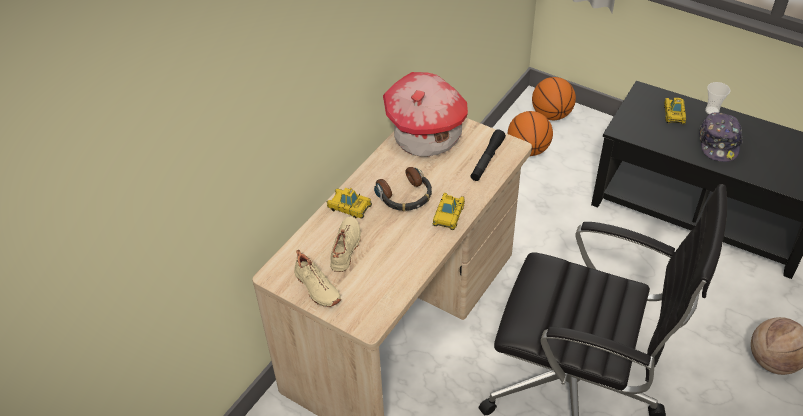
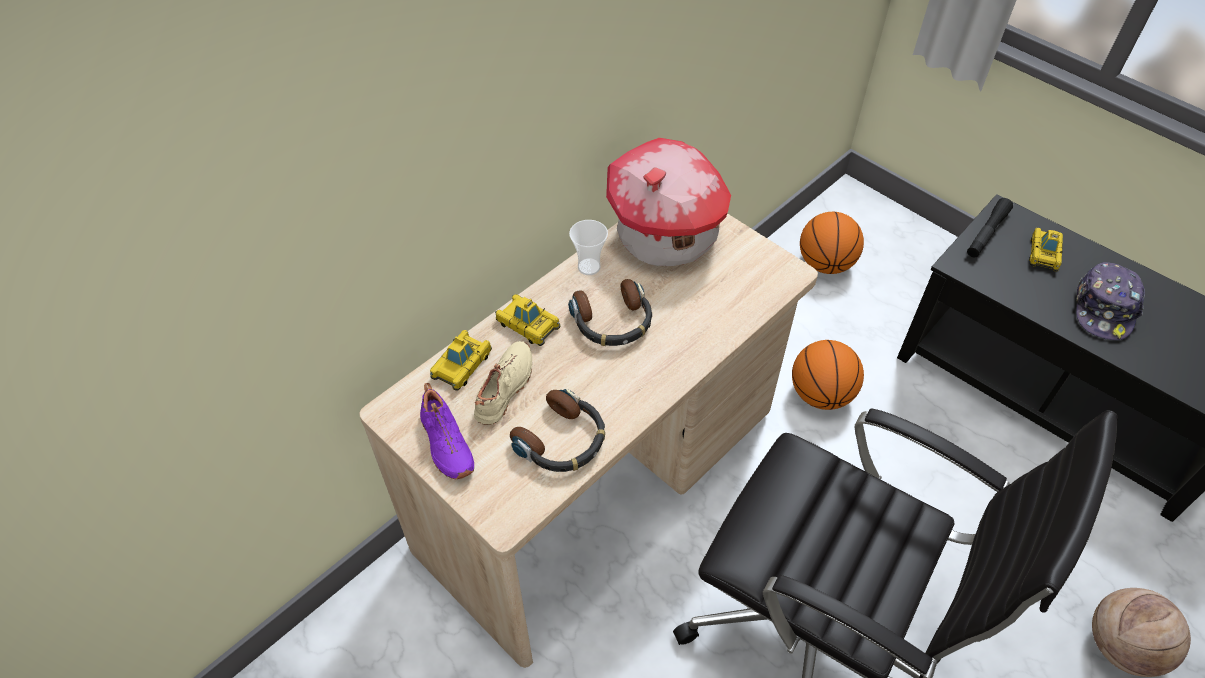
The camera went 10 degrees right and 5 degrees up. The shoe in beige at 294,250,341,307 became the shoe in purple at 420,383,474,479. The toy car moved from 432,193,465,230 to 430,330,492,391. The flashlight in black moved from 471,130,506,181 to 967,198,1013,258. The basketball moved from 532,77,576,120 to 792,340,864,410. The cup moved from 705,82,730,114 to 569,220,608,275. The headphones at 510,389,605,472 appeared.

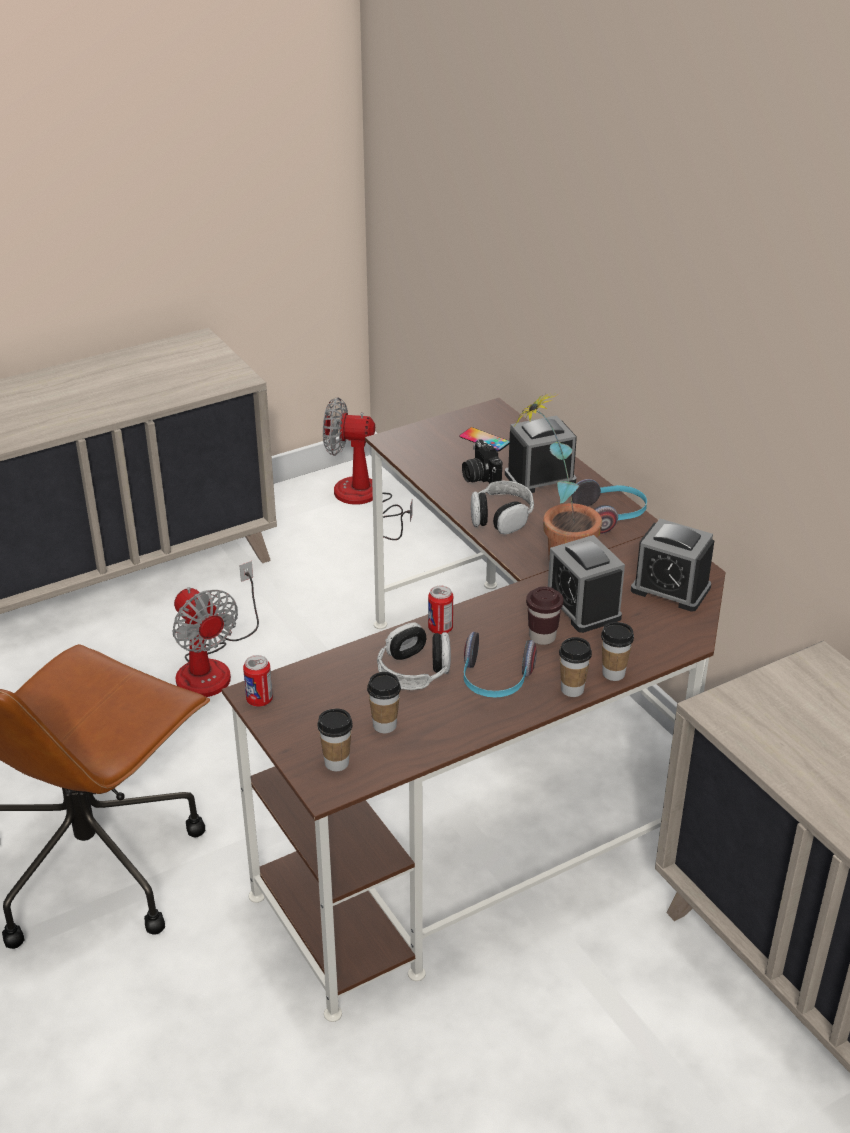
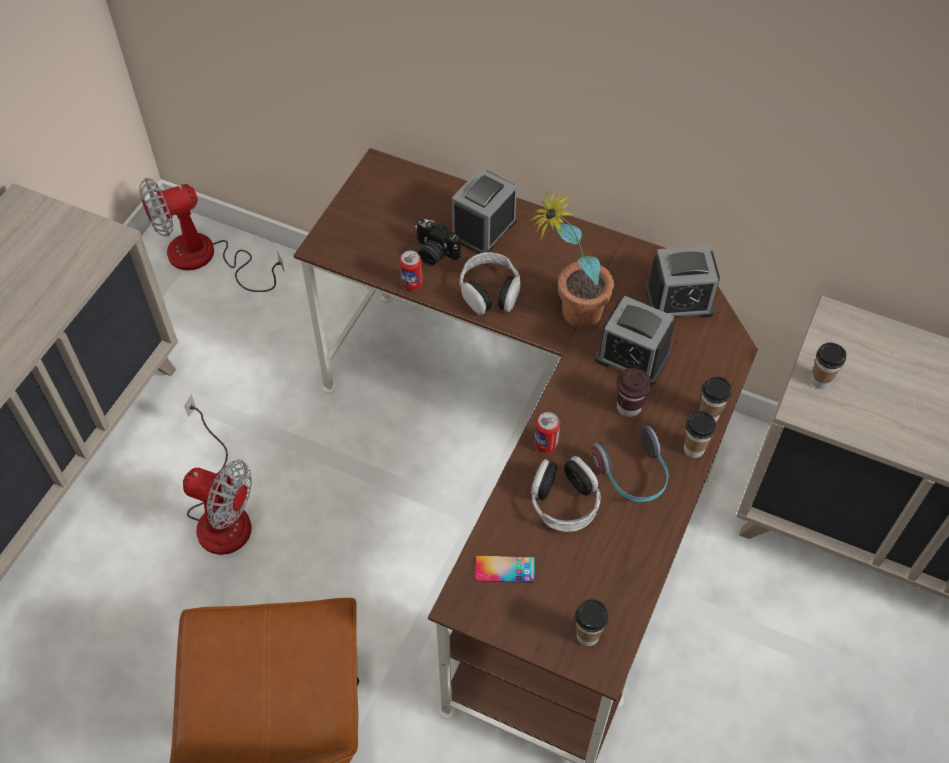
The camera went 35 degrees left and 20 degrees up. The can moved from 243,655,273,707 to 400,251,423,290. The cup moved from 367,672,401,733 to 811,343,846,389. The phone moved from 460,427,509,452 to 475,555,535,583. The headphones at 572,479,647,534 disappeared.

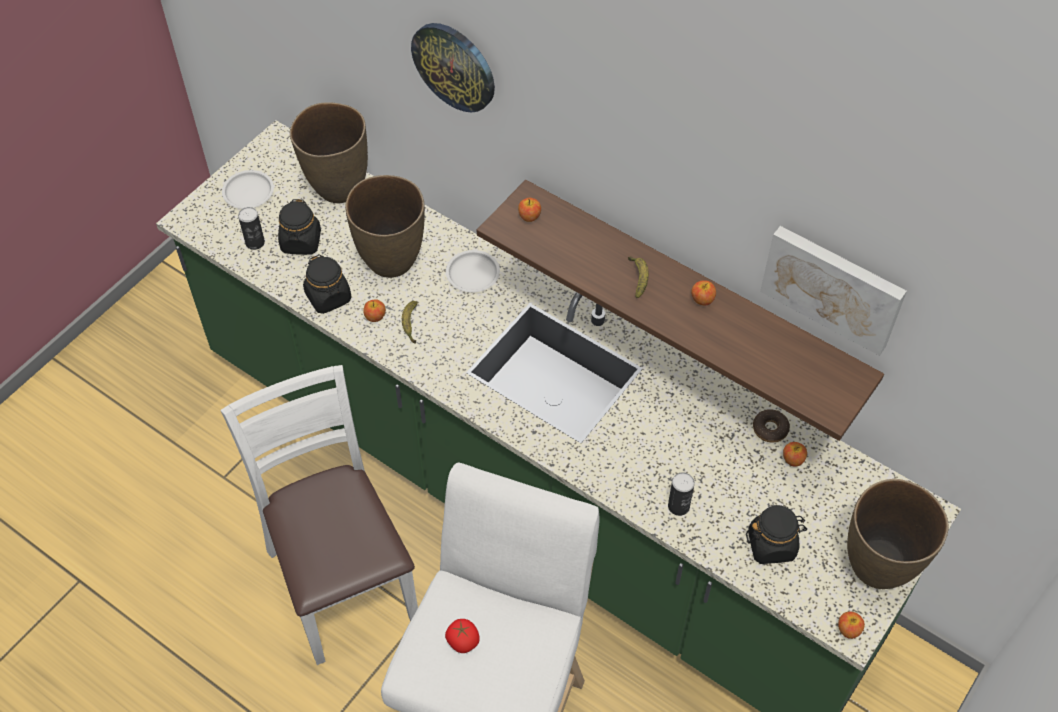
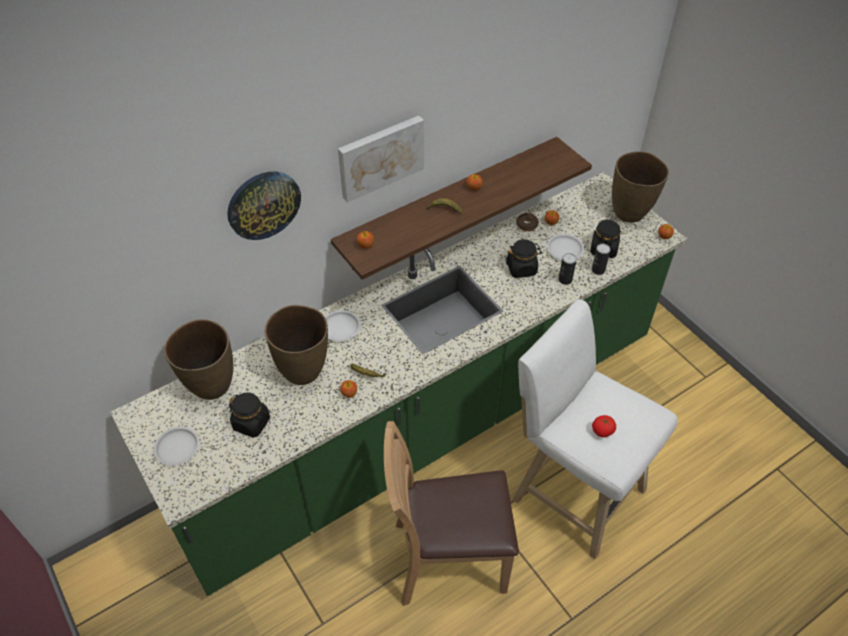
The camera went 70 degrees left and 5 degrees down. The chair in white at 220,365,418,665 became the chair in brown at 384,421,519,606. The can moved from 238,207,265,250 to 592,243,611,275. The jar in black moved from 303,255,351,314 to 505,239,542,278. The picture moved from 760,226,907,356 to 338,116,424,203. The plate in white at 547,234,584,260 appeared.

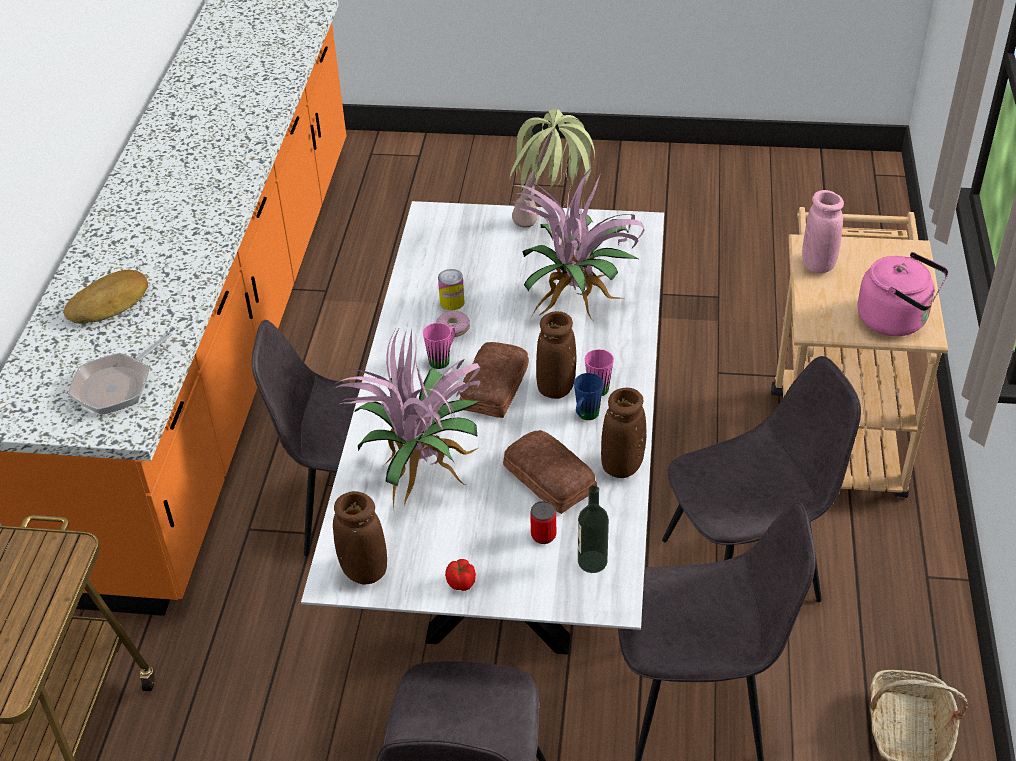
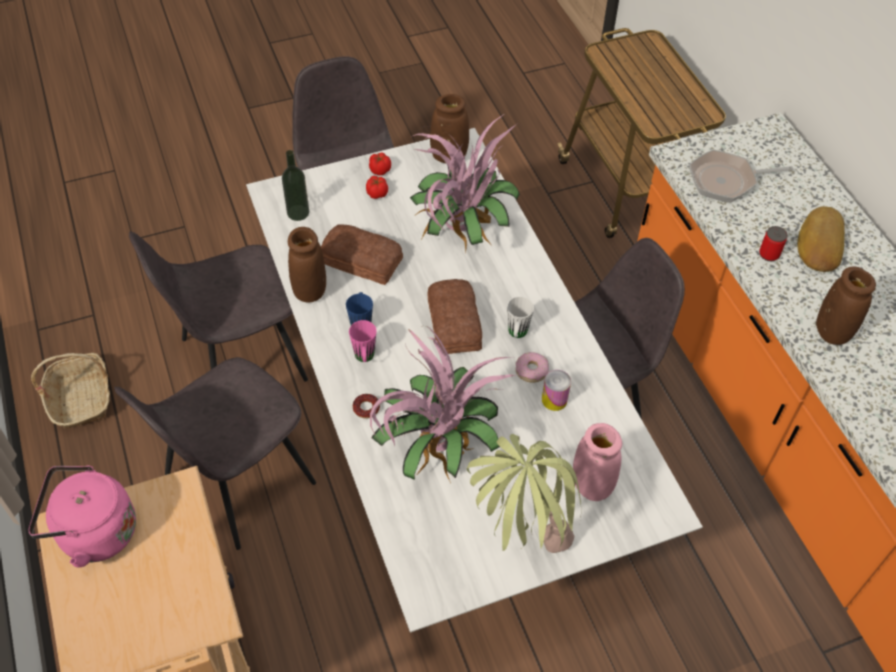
The camera went 150 degrees right and 10 degrees up. The frying pan at 68,332,172,415 turned 105 degrees counterclockwise. The mug in pink at 423,323,455,369 became the mug in white at 507,296,534,338. The can moved from 530,501,556,544 to 759,226,788,261. The vase in brown moved from 536,311,576,399 to 816,266,876,345. The vase in pink moved from 802,190,844,273 to 573,423,622,501. The donut at 353,394,380,419 appeared. The tomato at 366,176,388,199 appeared.

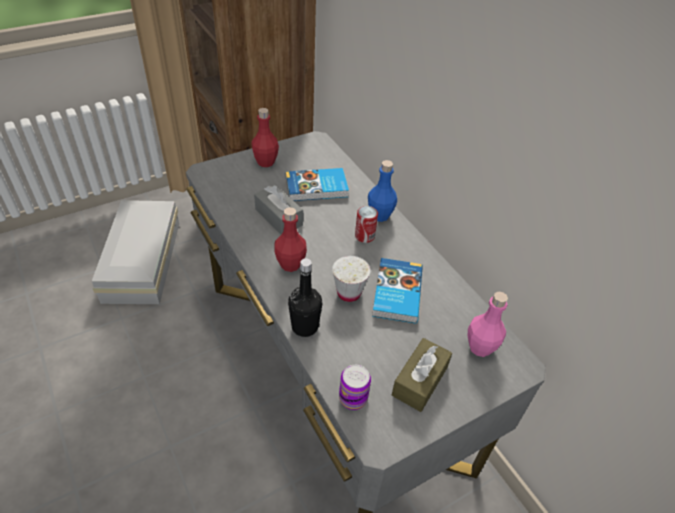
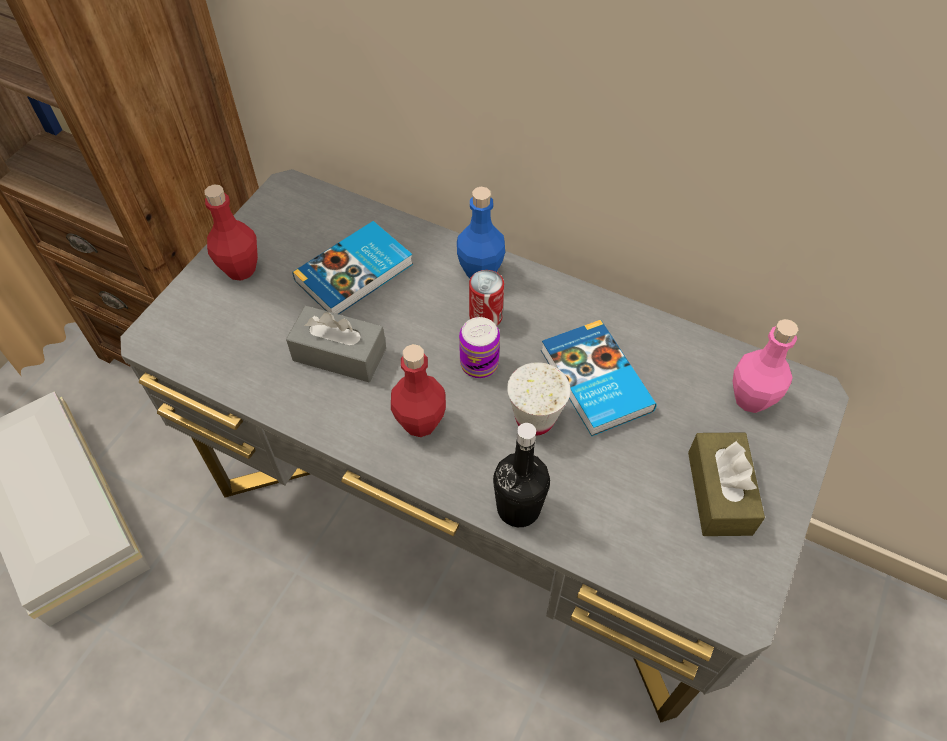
The camera went 30 degrees left and 10 degrees up. The can moved from 339,365,371,410 to 459,317,500,378.

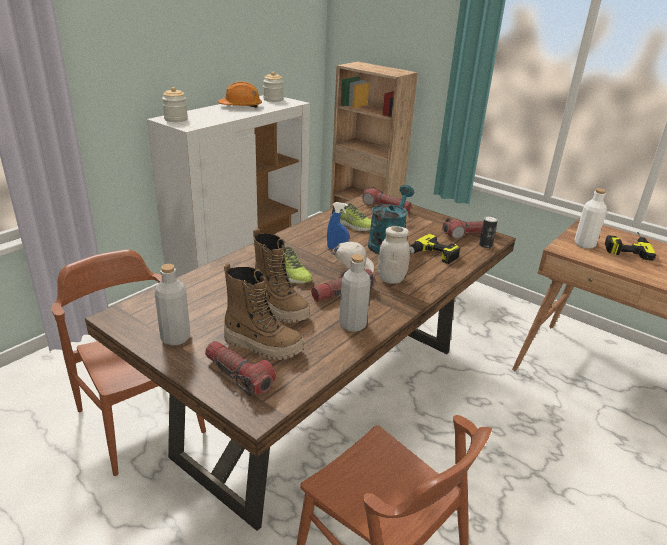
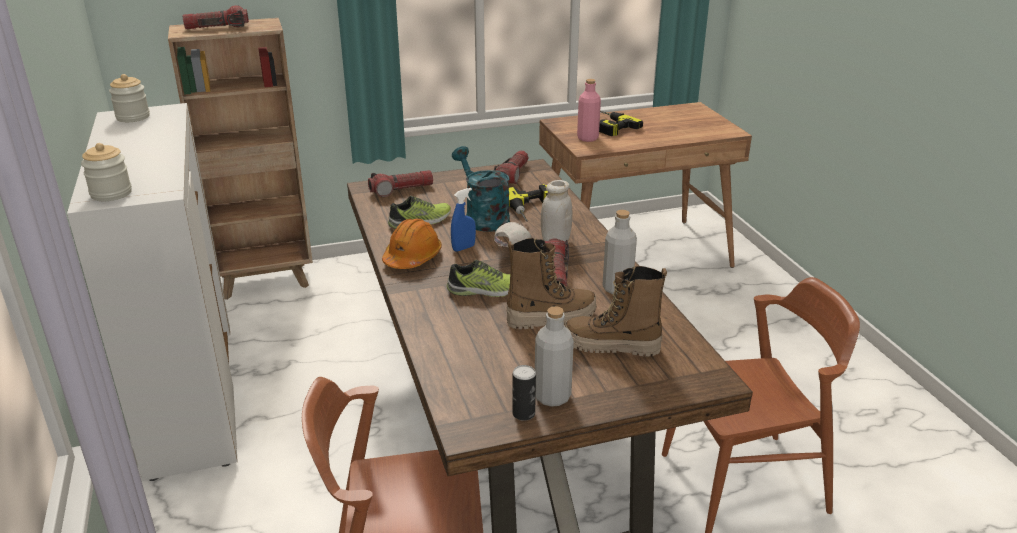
The camera went 55 degrees left and 0 degrees up. The flashlight moved from 205,341,276,397 to 182,5,249,29. The hard hat in orange moved from 218,81,262,108 to 382,218,442,269. The boot at 224,263,304,360 turned 135 degrees counterclockwise. The can moved from 479,216,498,248 to 513,365,536,421. The bottle in white at 575,188,607,249 became the bottle in pink at 577,79,601,142.

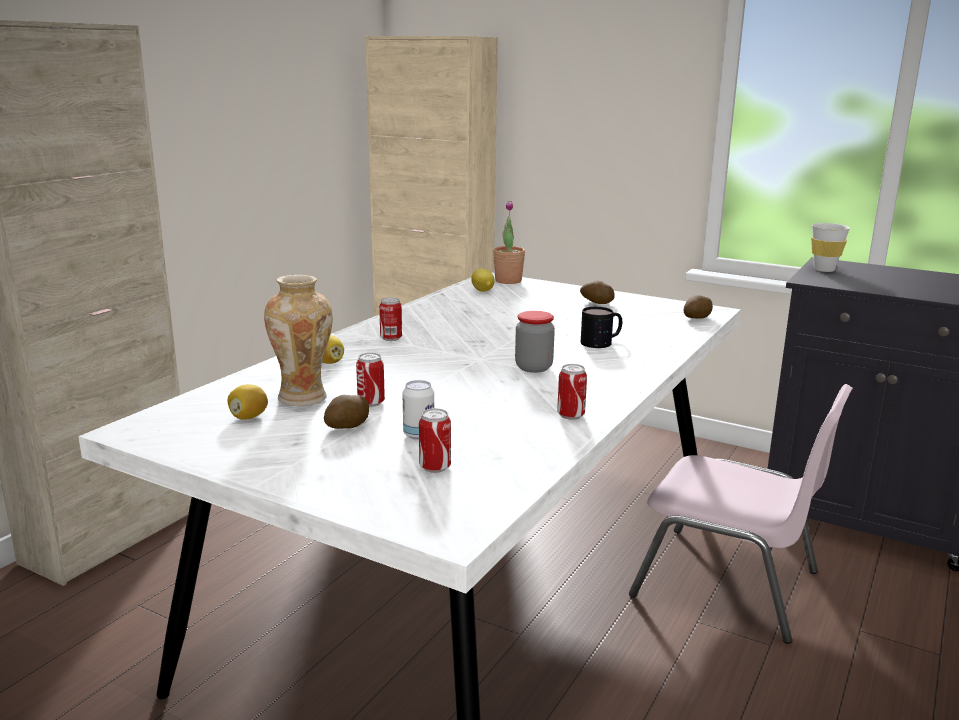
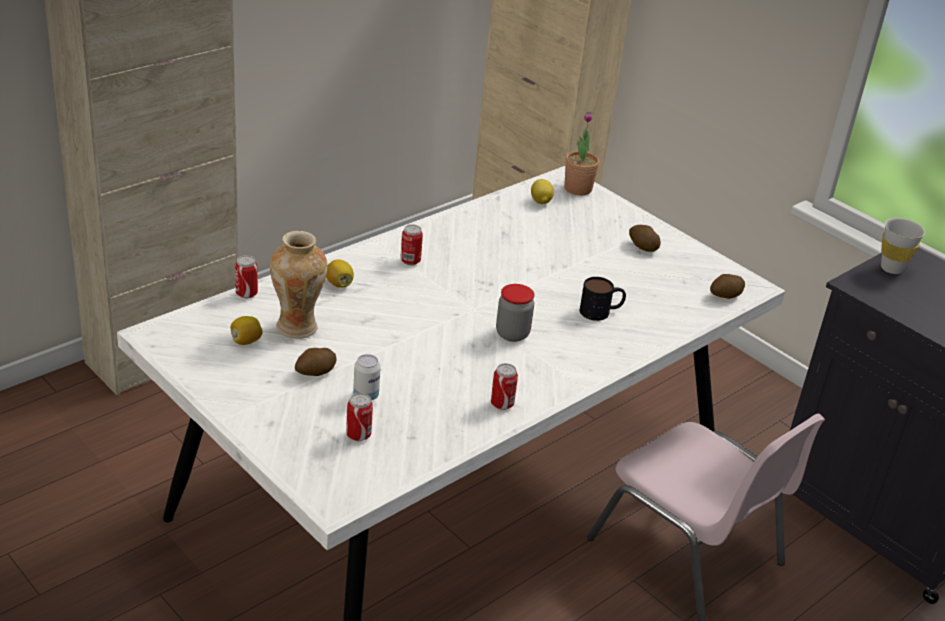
The camera went 15 degrees right and 15 degrees up. The can moved from 356,353,385,407 to 235,255,258,298.

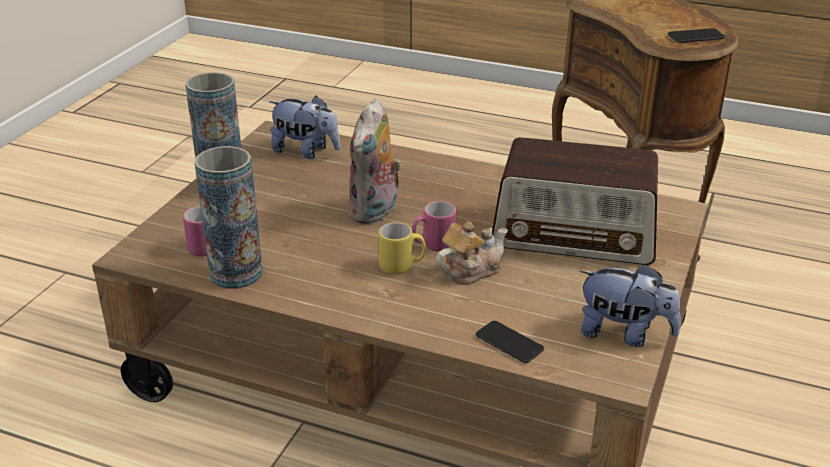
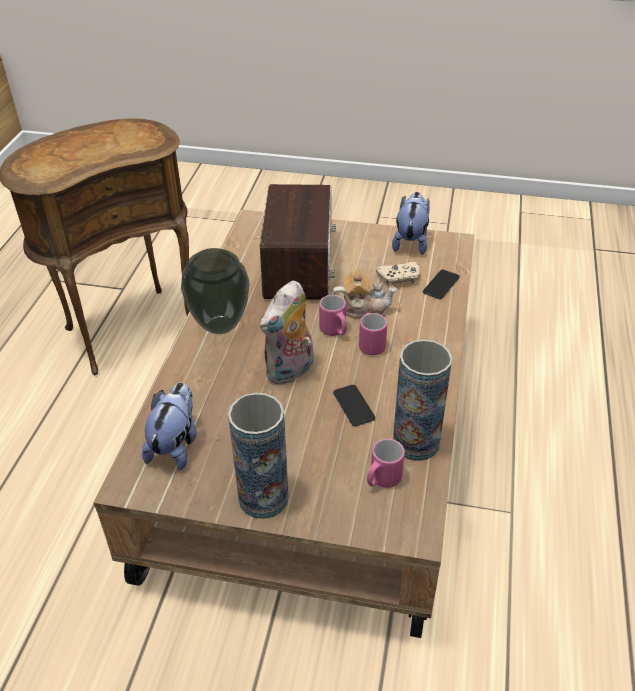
The camera went 100 degrees left and 10 degrees up. The plush toy at 349,99,402,225 turned 120 degrees clockwise. The mug in yellow at 379,223,426,275 became the mug in pink at 359,313,387,355. The teapot at 436,221,508,285 turned 135 degrees clockwise. The phone moved from 668,28,725,43 to 333,385,376,426. The vase at 181,248,249,334 appeared. The game controller in beige at 376,262,420,287 appeared.

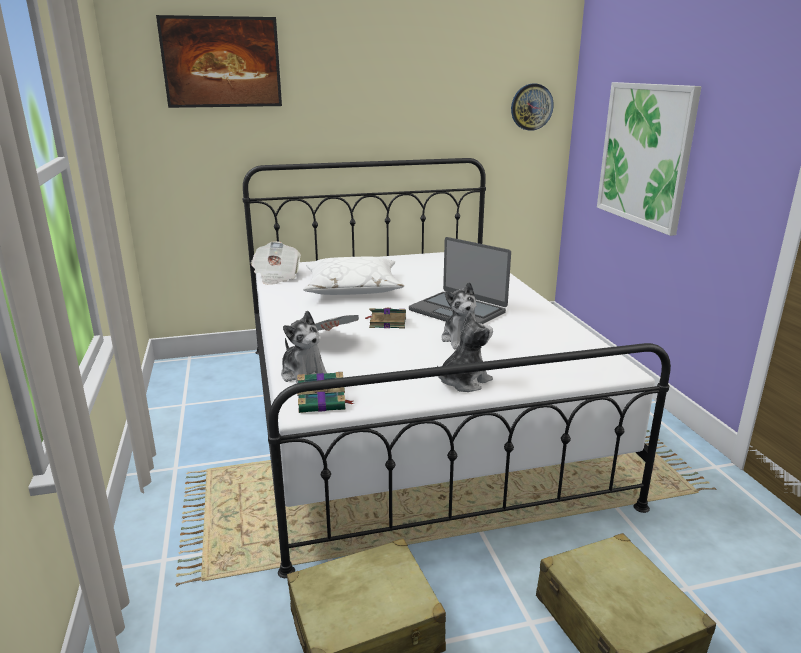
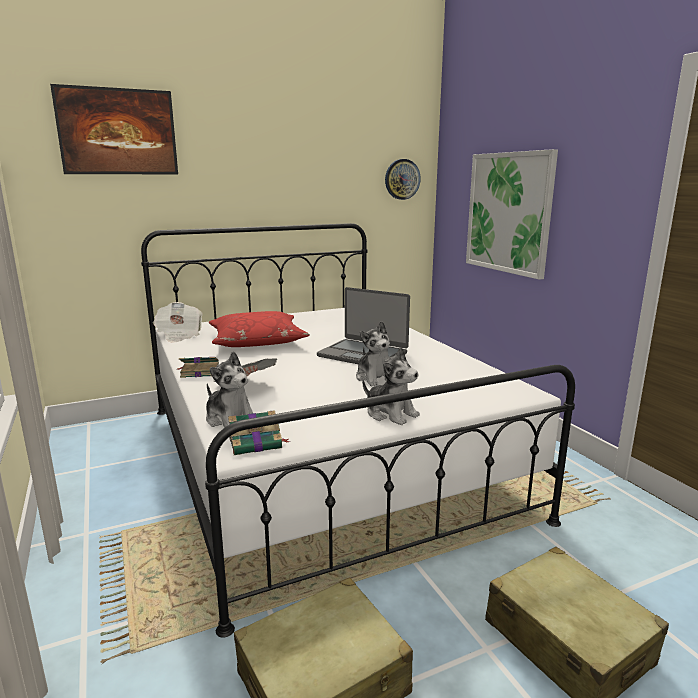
The camera went 10 degrees left and 5 degrees down. The pillow in white at 303,257,404,295 became the pillow in red at 209,311,310,347. The book moved from 364,308,406,329 to 176,357,219,378. The plush toy at 437,312,493,392 turned 90 degrees clockwise.

